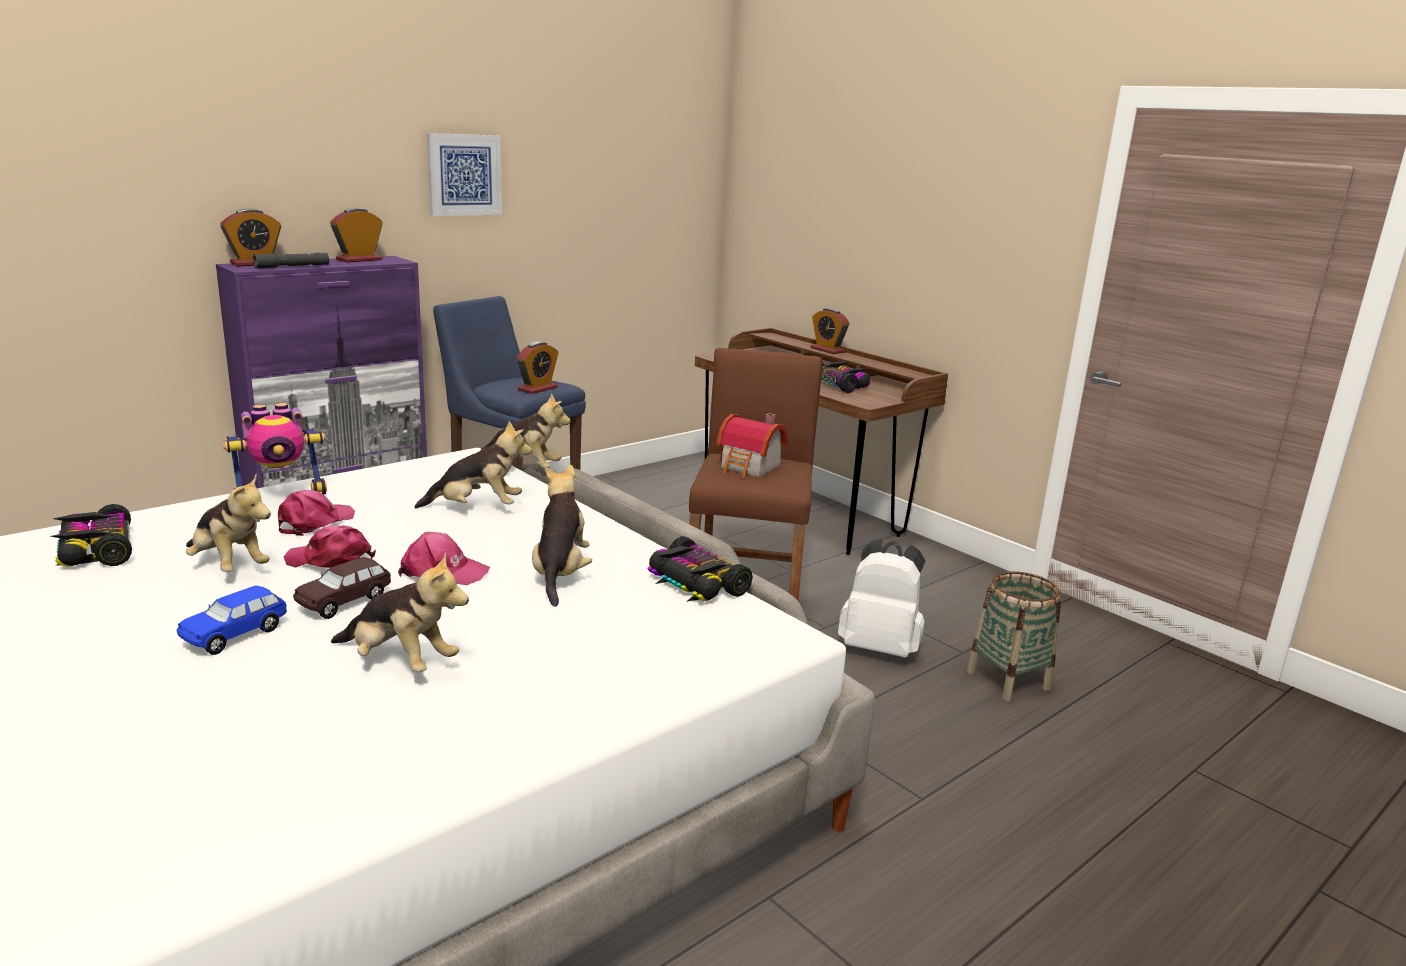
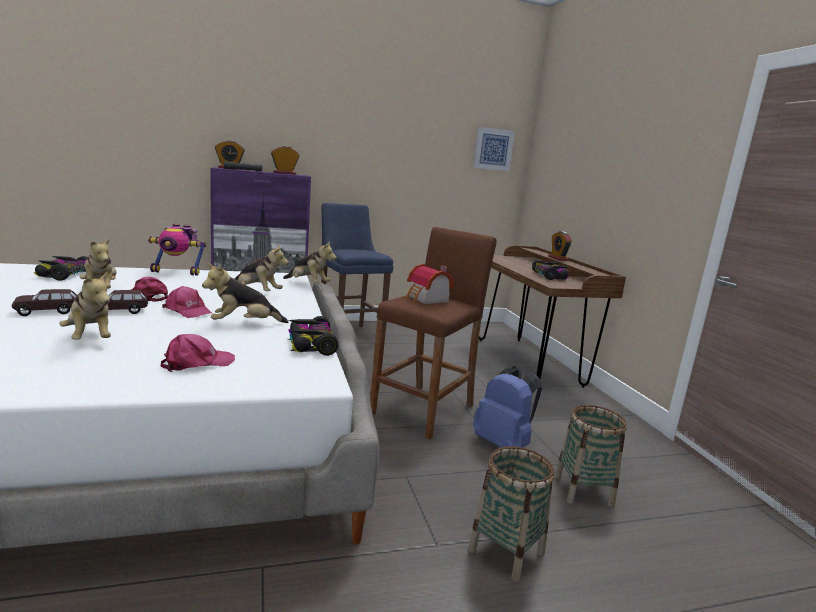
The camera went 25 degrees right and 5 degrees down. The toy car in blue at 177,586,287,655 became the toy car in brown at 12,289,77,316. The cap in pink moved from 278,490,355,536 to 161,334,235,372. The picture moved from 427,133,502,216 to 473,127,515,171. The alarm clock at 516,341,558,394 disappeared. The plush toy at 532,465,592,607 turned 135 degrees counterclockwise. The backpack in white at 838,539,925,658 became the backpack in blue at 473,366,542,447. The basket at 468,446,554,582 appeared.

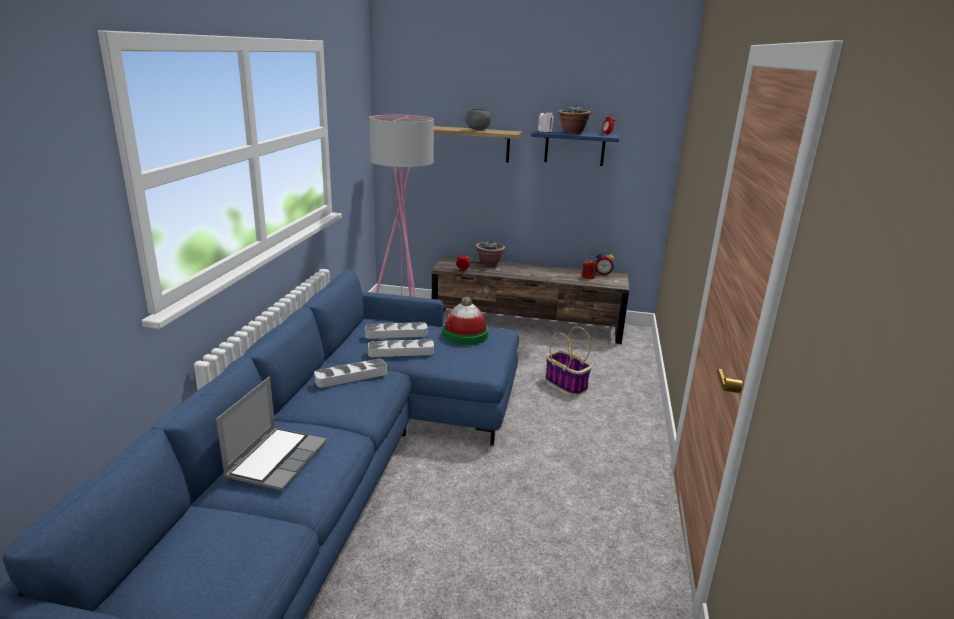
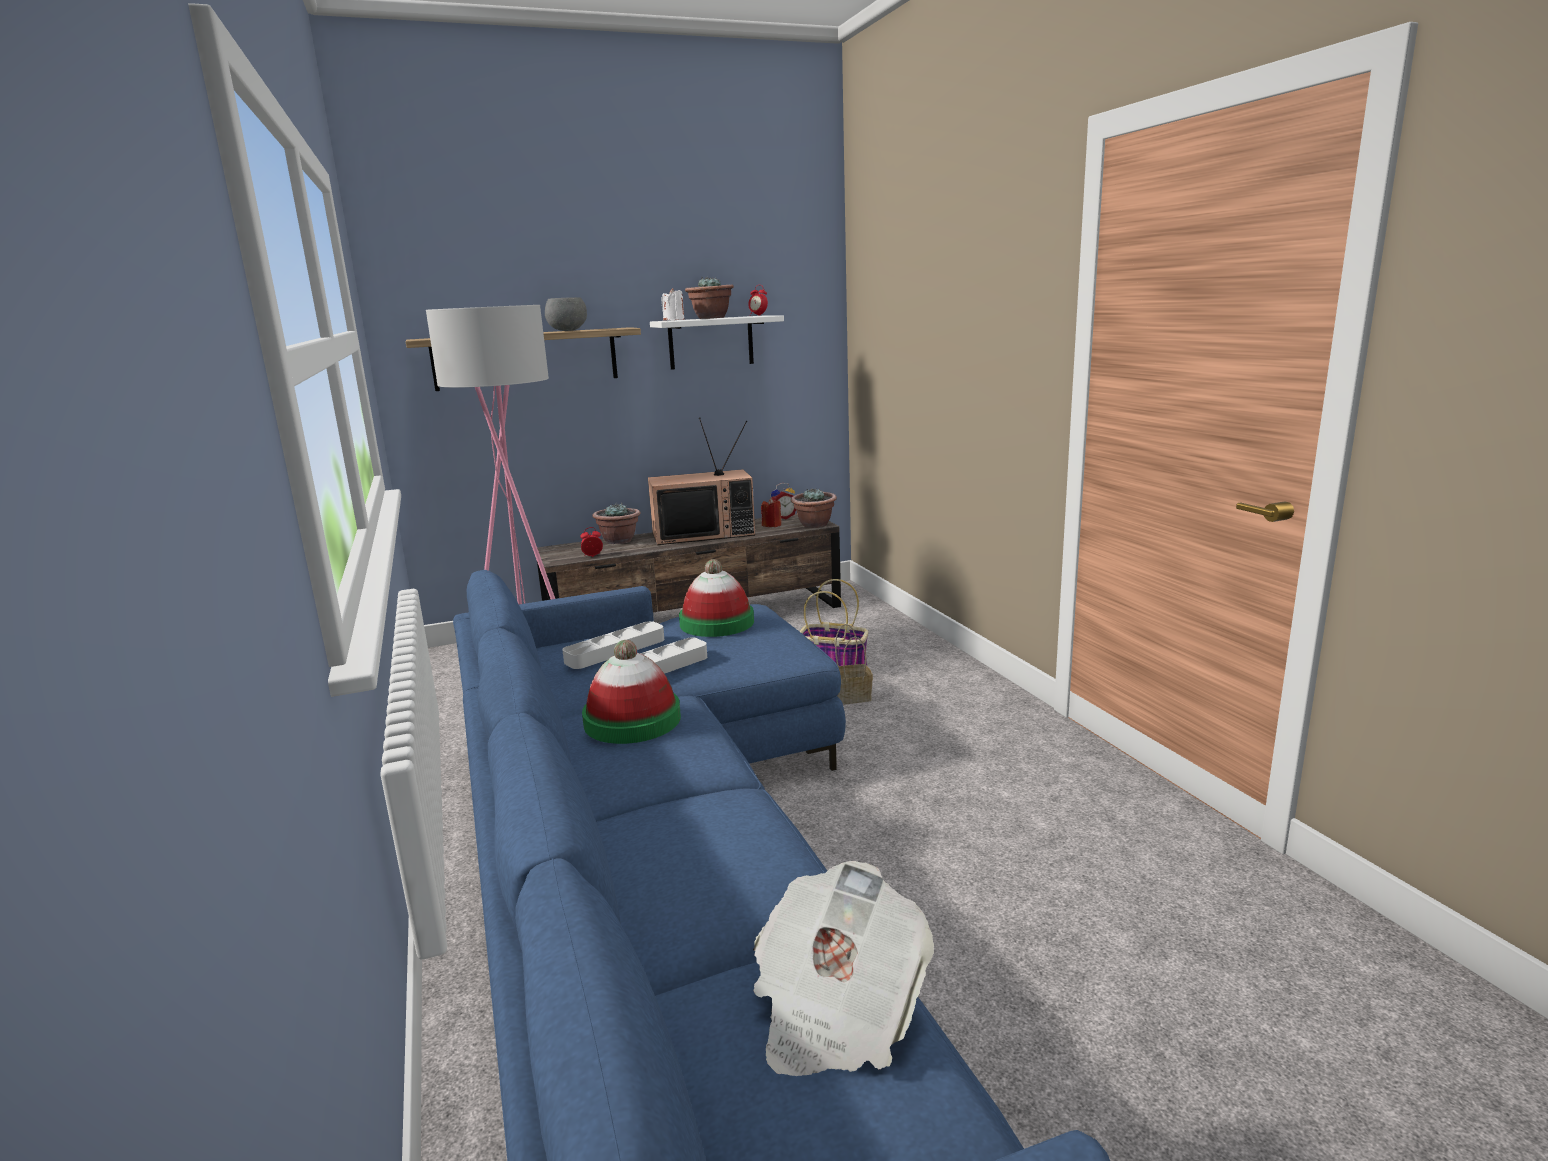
The camera went 30 degrees left and 5 degrees down. The laptop at 216,377,327,491 disappeared. The tray in grey at 314,359,387,388 was replaced by the hat at 582,640,681,744. The shelf in blue at 531,129,619,166 became the shelf in white at 650,315,784,370. The television at 648,417,755,545 appeared. The newspaper at 753,861,934,1076 appeared. The potted plant at 791,489,837,528 appeared. The basket at 835,624,873,705 appeared.

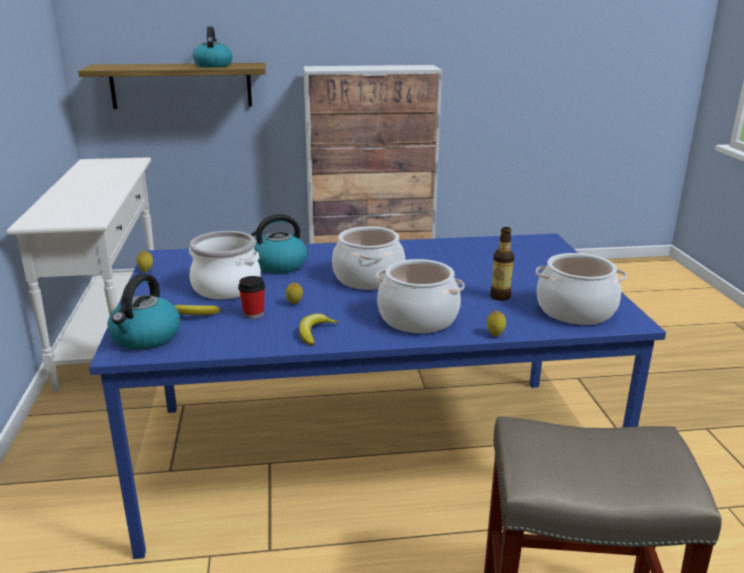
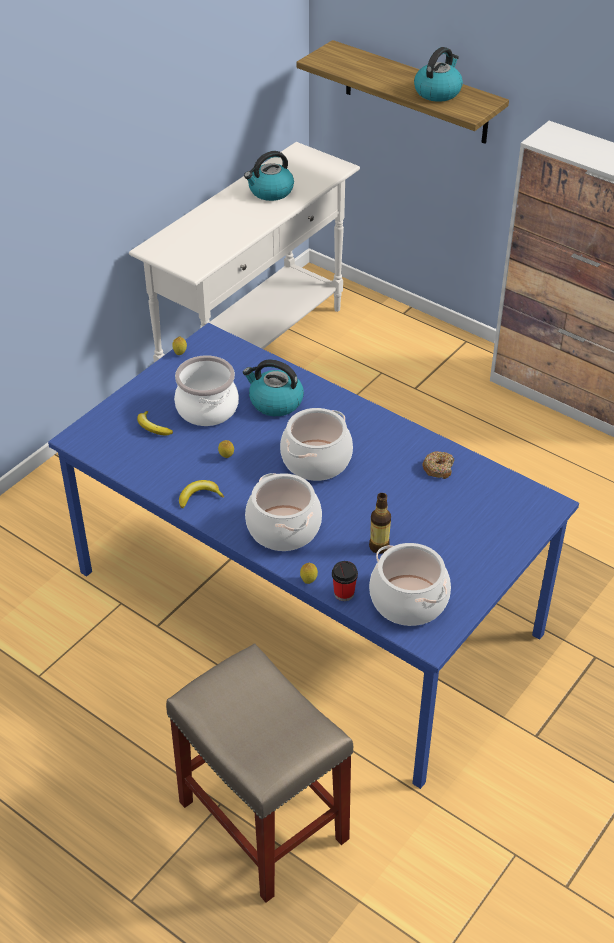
The camera went 45 degrees right and 20 degrees up. The kettle moved from 107,274,180,350 to 244,151,294,201. The cup moved from 238,276,265,319 to 332,561,358,601. The donut at 422,451,454,479 appeared.

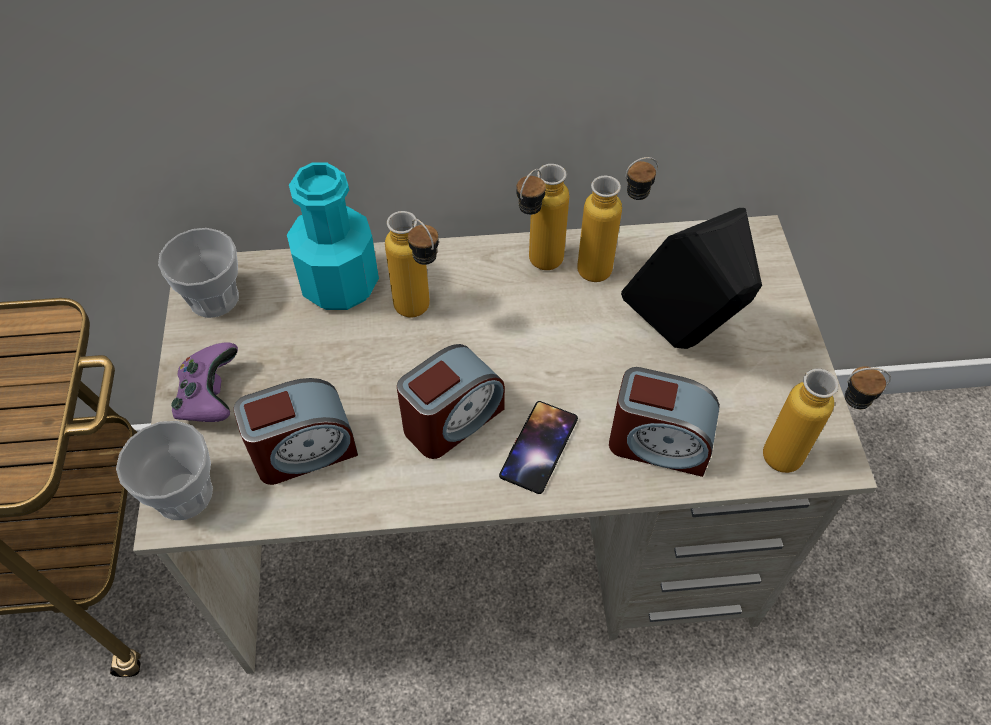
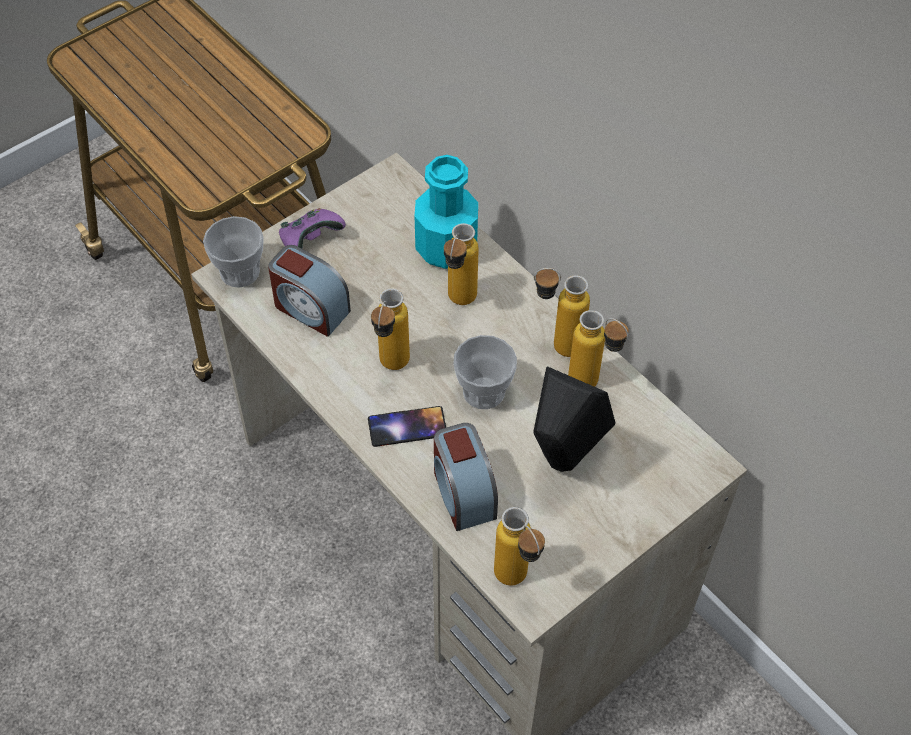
The camera went 55 degrees right and 0 degrees up. The cup moved from 158,228,239,318 to 453,335,517,409. The alarm clock at 397,344,505,459 was replaced by the bottle at 371,289,410,370.

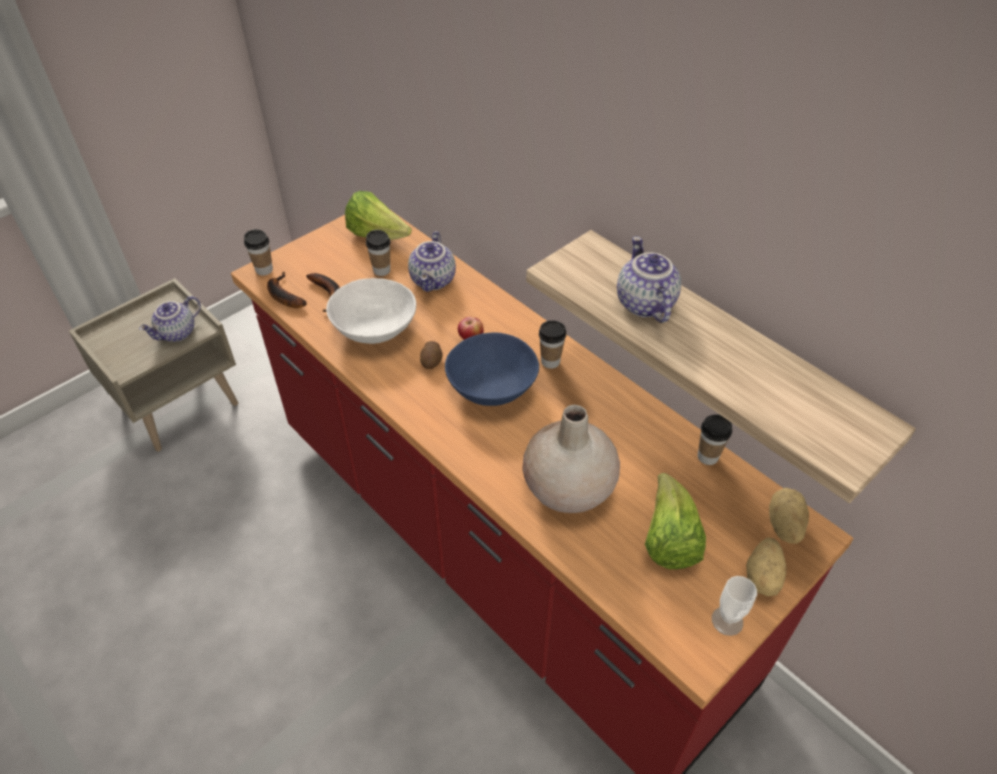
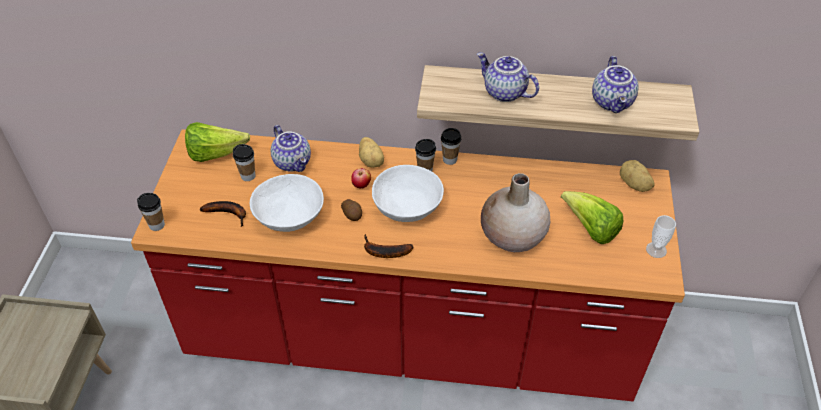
The camera went 40 degrees left and 0 degrees up. The teapot moved from 139,296,201,342 to 592,56,638,113. The banana moved from 267,272,307,308 to 364,234,414,258. The bowl in blue at 445,332,539,406 became the bowl in white at 372,165,444,222. The cup moved from 698,414,732,465 to 441,128,461,165. The potato moved from 746,537,787,596 to 359,137,384,168.

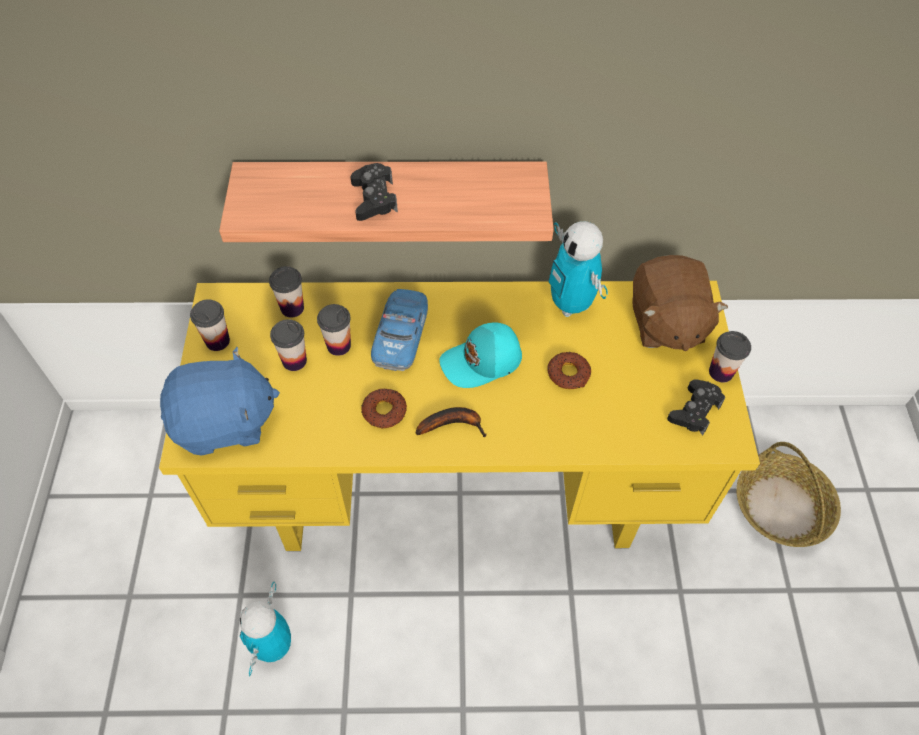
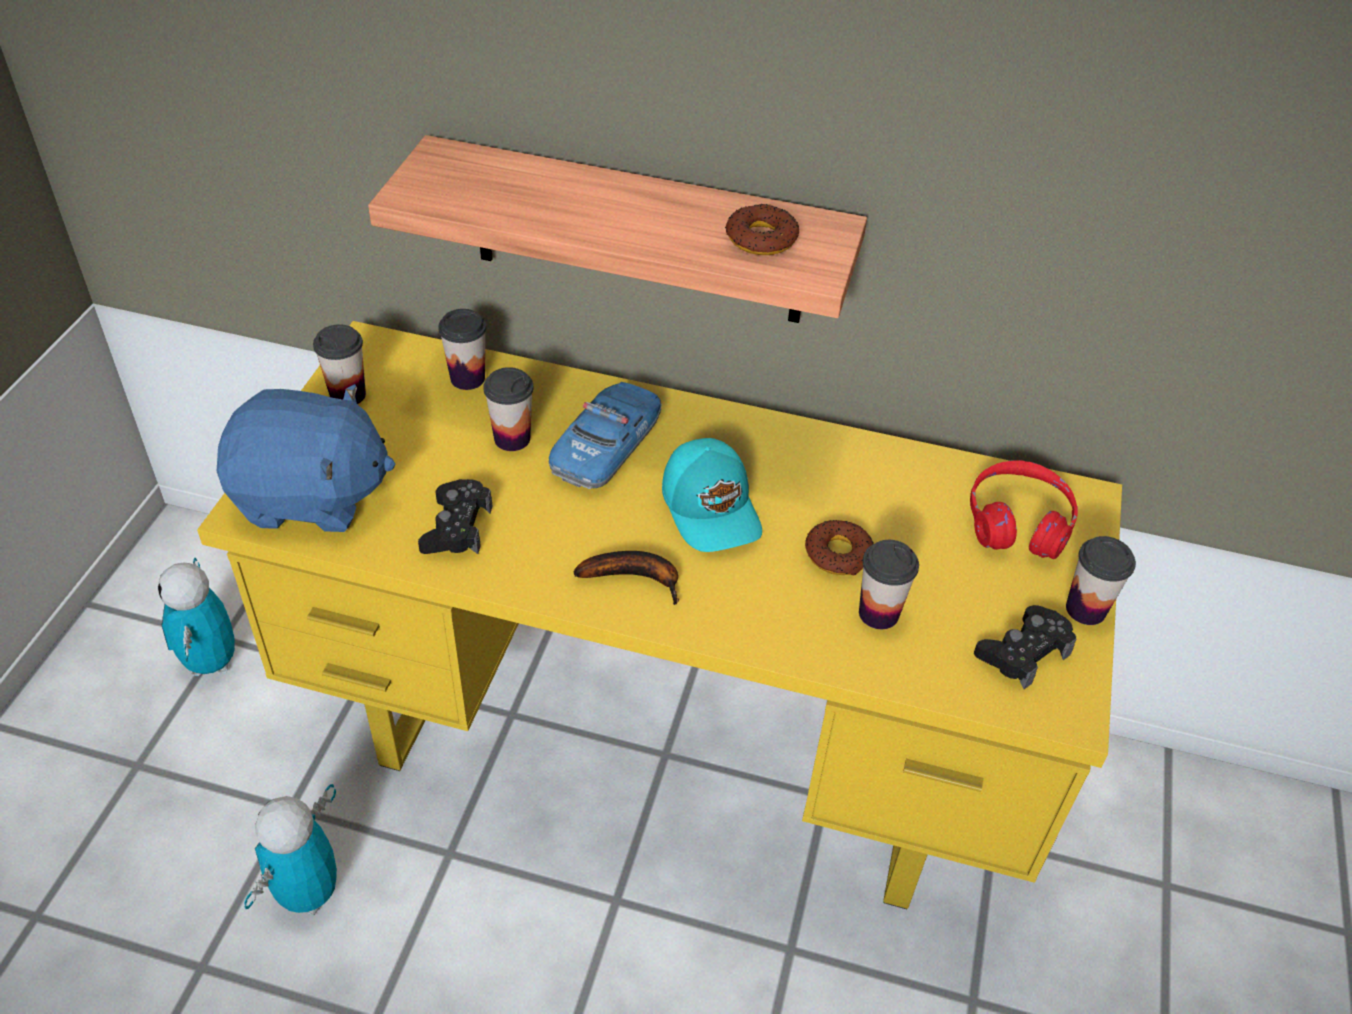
The camera went 15 degrees right and 10 degrees down. The cup moved from 270,319,307,371 to 859,540,919,629. The game controller in black moved from 351,163,398,221 to 418,479,493,554. The donut moved from 361,389,407,428 to 725,204,799,255. The cap in turquoise at 439,322,522,388 turned 105 degrees counterclockwise. The toy robot moved from 548,221,608,317 to 158,558,235,676. The plush toy in brown at 632,255,728,351 was replaced by the headphones in red at 970,460,1078,559. The basket at 736,442,841,547 disappeared.

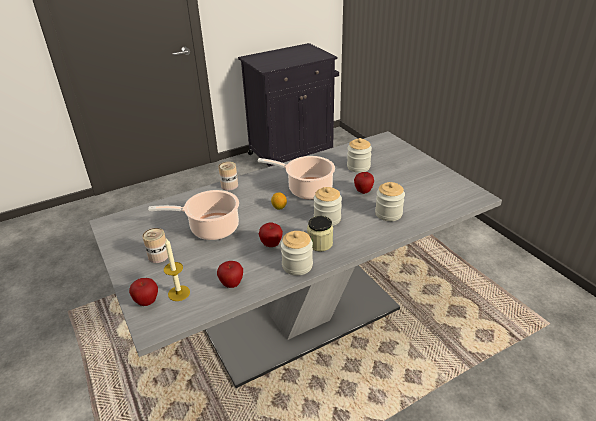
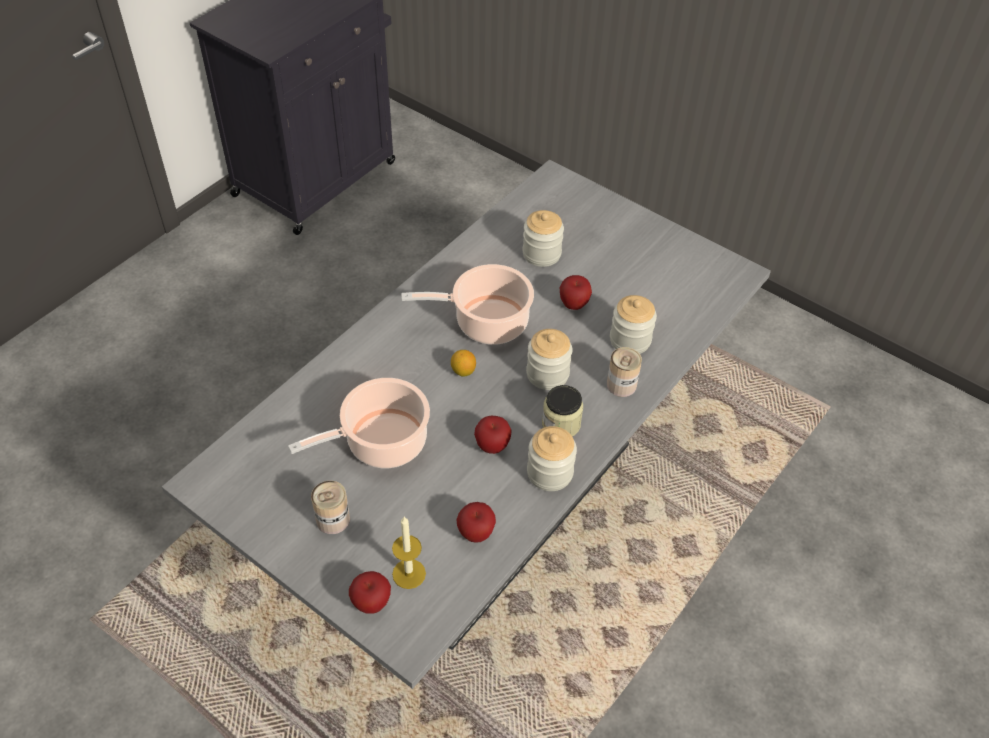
The camera went 25 degrees left and 15 degrees up. The can moved from 218,162,238,191 to 607,347,642,397.

